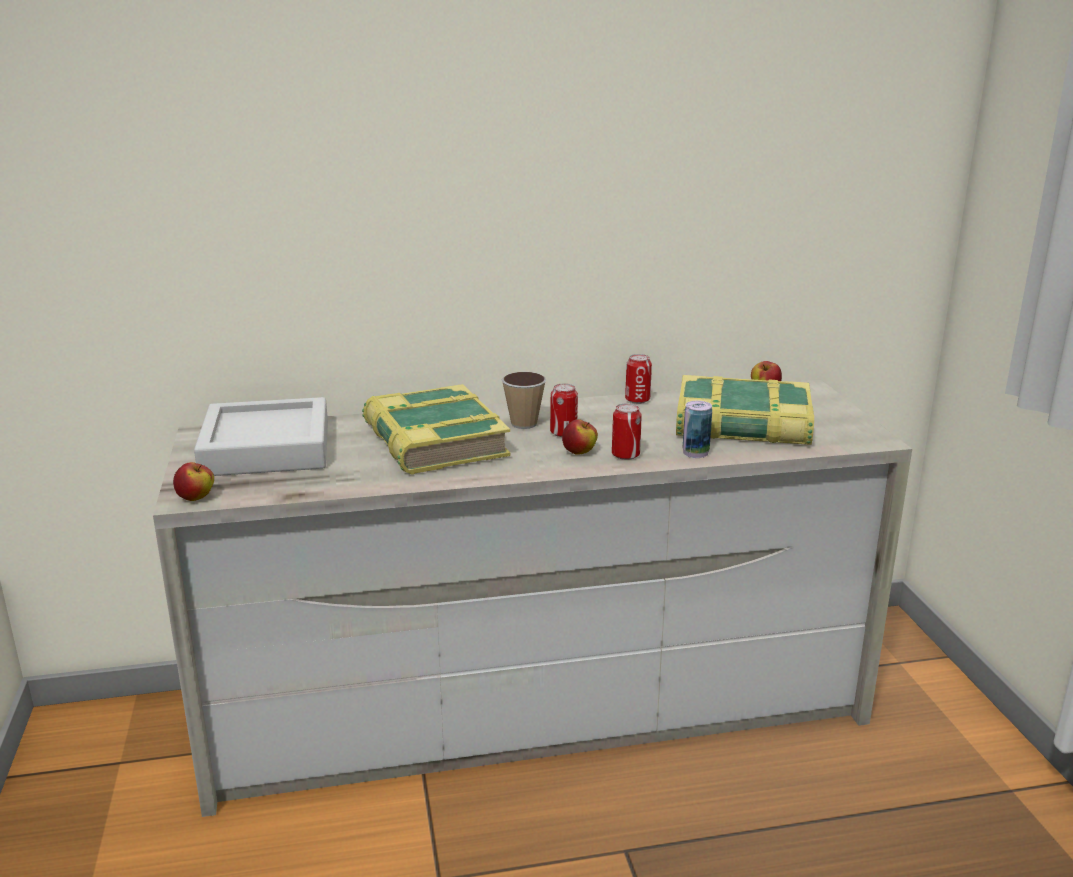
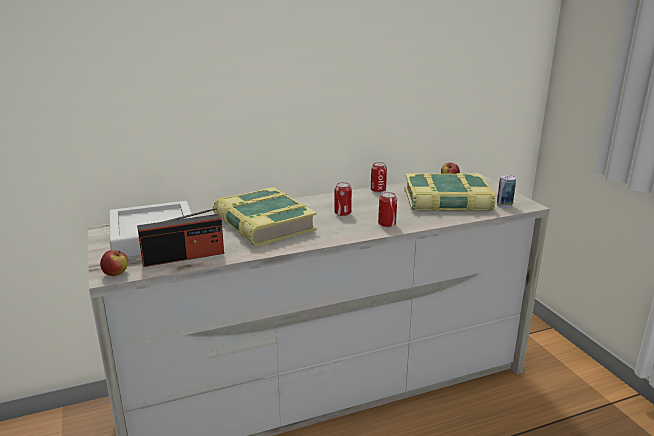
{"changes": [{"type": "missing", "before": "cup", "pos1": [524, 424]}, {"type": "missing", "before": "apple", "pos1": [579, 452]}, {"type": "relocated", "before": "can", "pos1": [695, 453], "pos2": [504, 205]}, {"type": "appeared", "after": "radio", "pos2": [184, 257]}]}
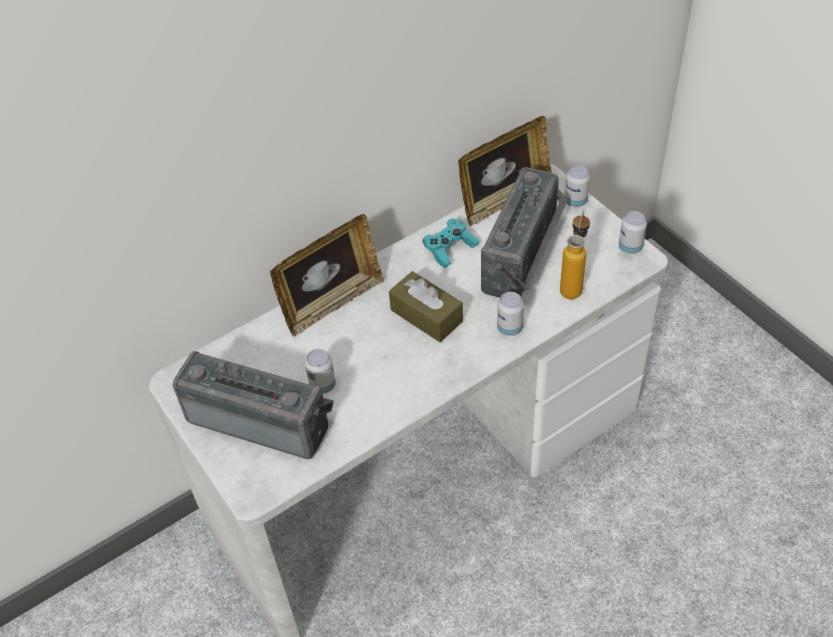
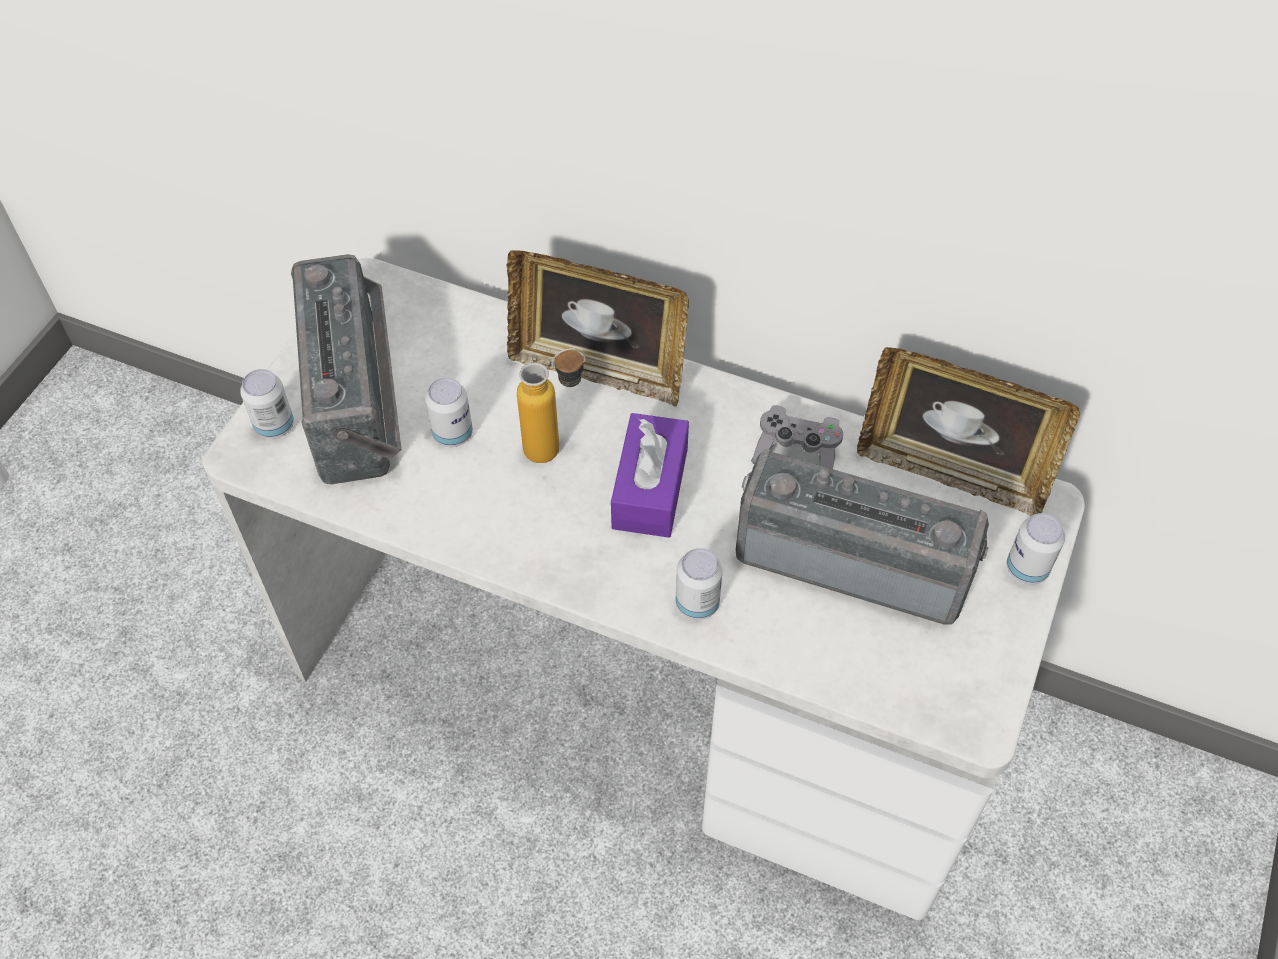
{"changes": [{"type": "colour", "before": "brown tissue box", "after": "purple tissue box", "pos1": [426, 315], "pos2": [650, 488]}, {"type": "colour", "before": "turquoise game controller", "after": "grey game controller", "pos1": [450, 249], "pos2": [796, 453]}, {"type": "spun", "before": "radio", "pos1": [526, 257], "pos2": [854, 557], "turn": -150}, {"type": "relocated", "before": "bottle", "pos1": [572, 285], "pos2": [556, 447]}, {"type": "relocated", "before": "can", "pos1": [630, 247], "pos2": [274, 426]}]}
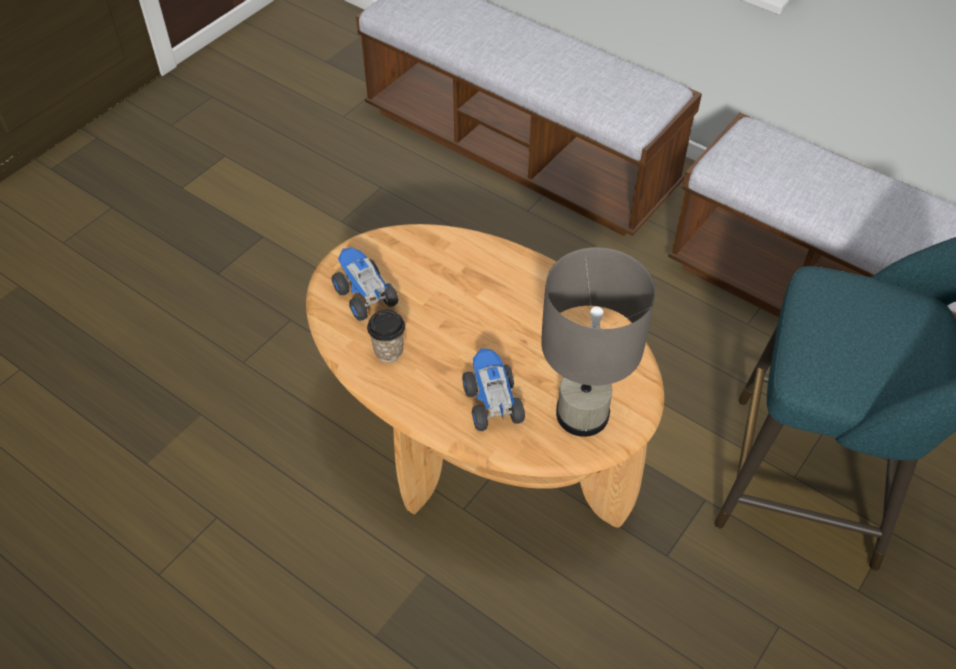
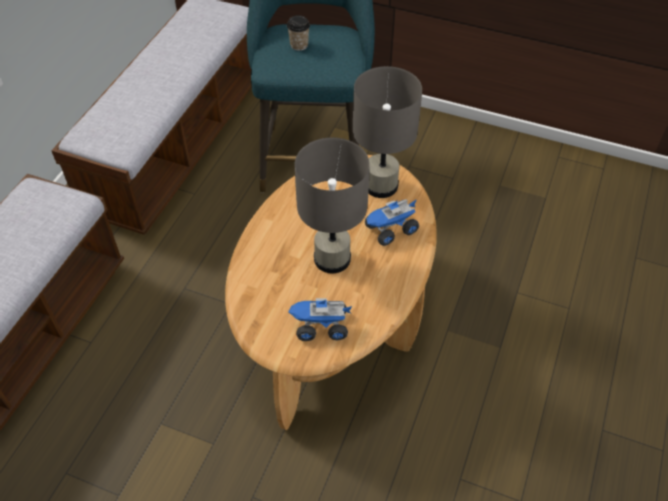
{"changes": [{"type": "spun", "before": "toy truck", "pos1": [364, 296], "pos2": [320, 327], "turn": 45}, {"type": "relocated", "before": "cup", "pos1": [388, 351], "pos2": [299, 45]}, {"type": "appeared", "after": "grey table lamp", "pos2": [331, 259]}]}
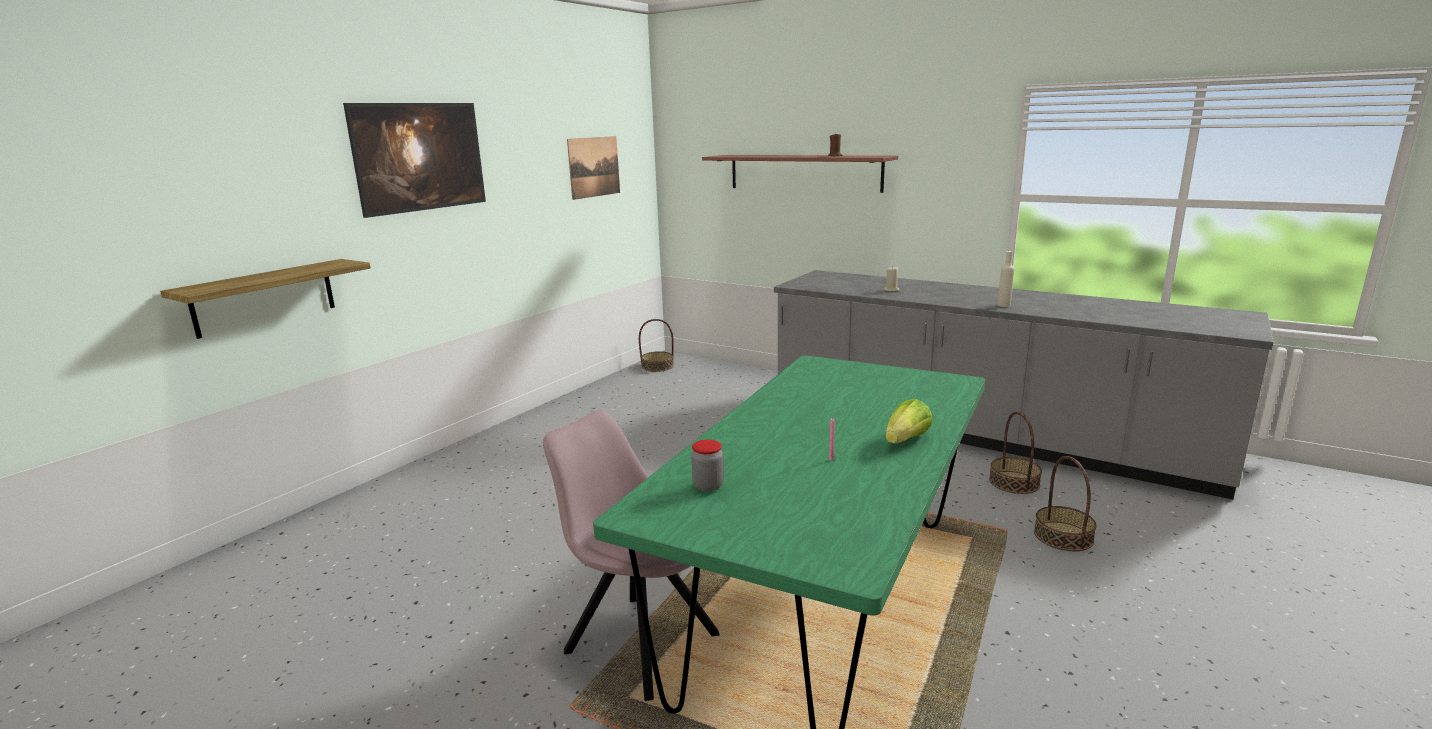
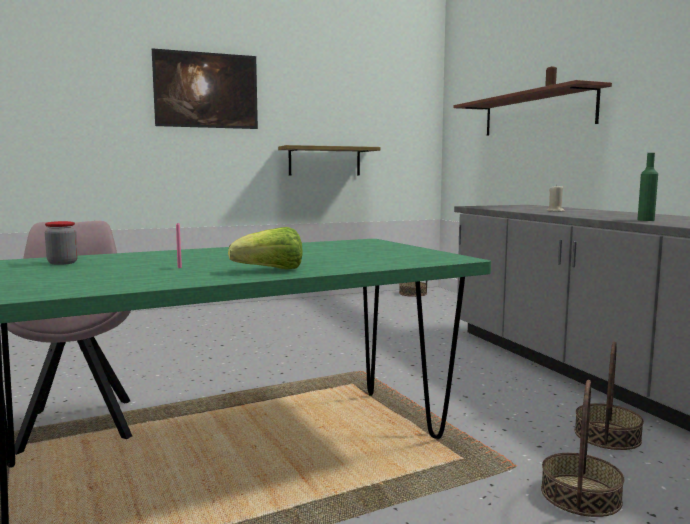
{"changes": [{"type": "relocated", "before": "shelf", "pos1": [264, 297], "pos2": [324, 161]}, {"type": "missing", "before": "picture", "pos1": [594, 167]}, {"type": "colour", "before": "beige bottle", "after": "green bottle", "pos1": [1004, 305], "pos2": [645, 220]}]}
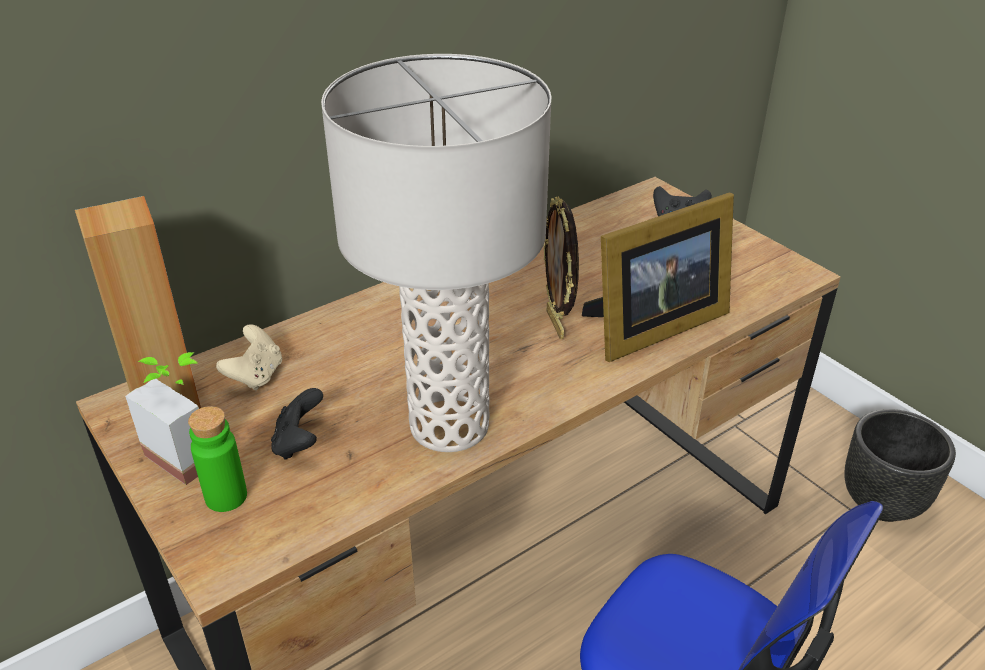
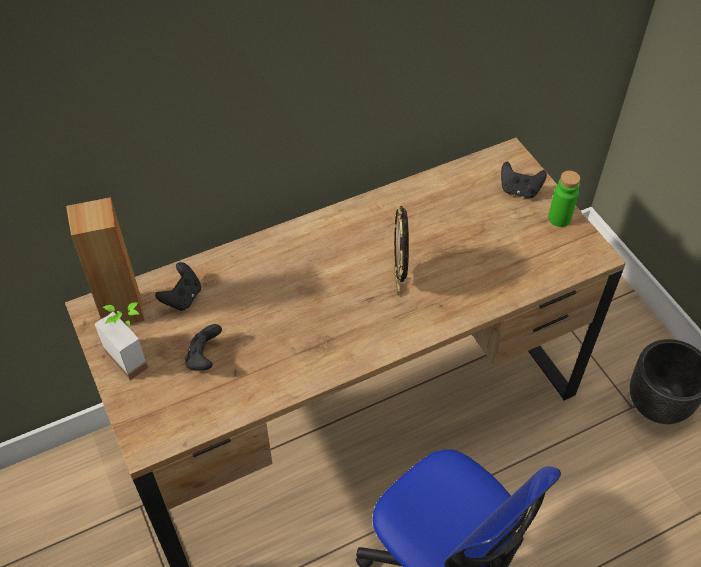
{"changes": [{"type": "relocated", "before": "green bottle", "pos1": [226, 496], "pos2": [559, 218]}, {"type": "colour", "before": "beige game controller", "after": "black game controller", "pos1": [256, 375], "pos2": [182, 297]}, {"type": "missing", "before": "white table lamp", "pos1": [450, 425]}, {"type": "missing", "before": "picture frame", "pos1": [652, 327]}]}
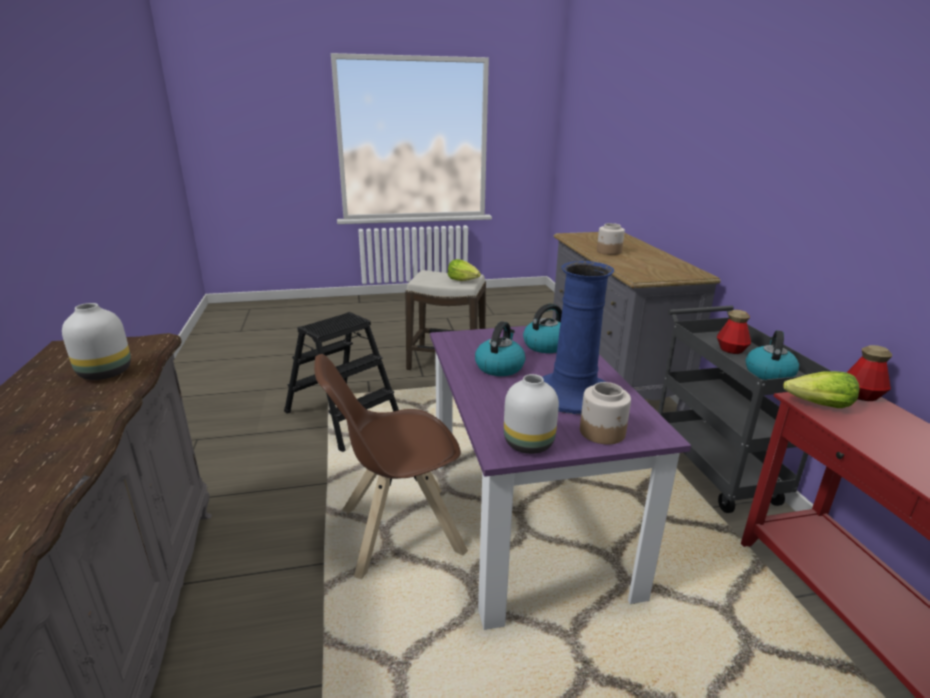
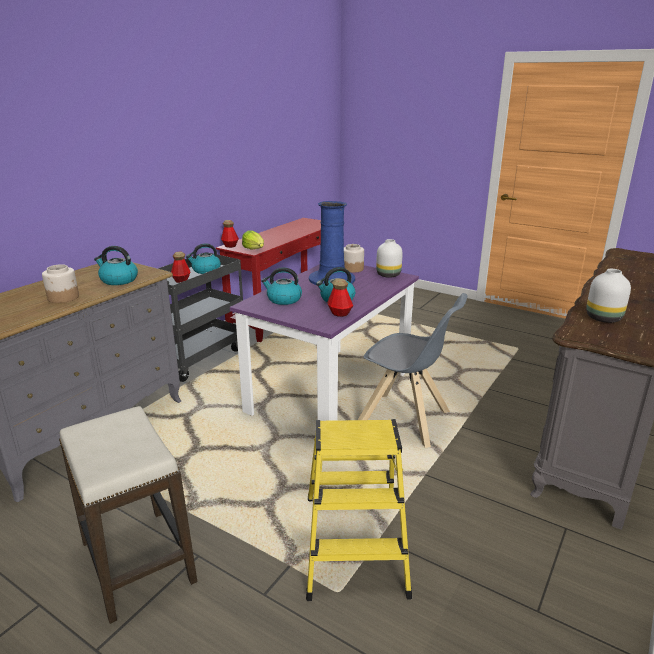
{"changes": [{"type": "colour", "before": "black step ladder", "after": "yellow step ladder", "pos1": [342, 417], "pos2": [354, 542]}, {"type": "colour", "before": "brown chair", "after": "grey chair", "pos1": [397, 531], "pos2": [406, 420]}, {"type": "missing", "before": "lettuce", "pos1": [463, 280]}, {"type": "appeared", "after": "kettle", "pos2": [118, 280]}, {"type": "appeared", "after": "bottle", "pos2": [340, 313]}]}
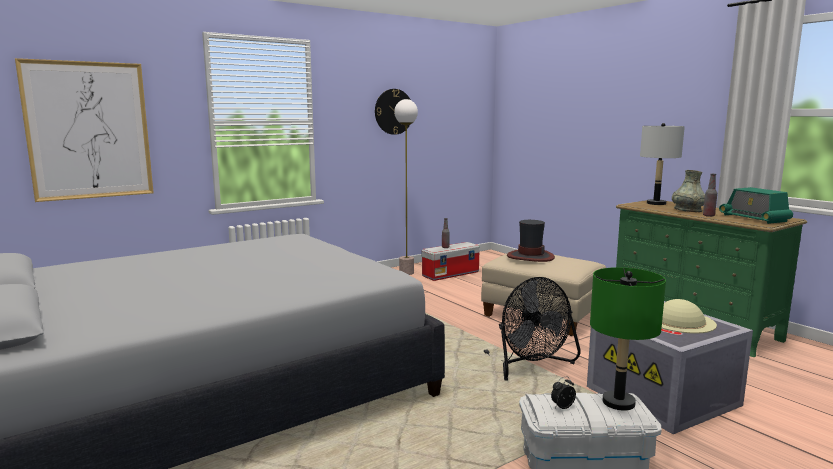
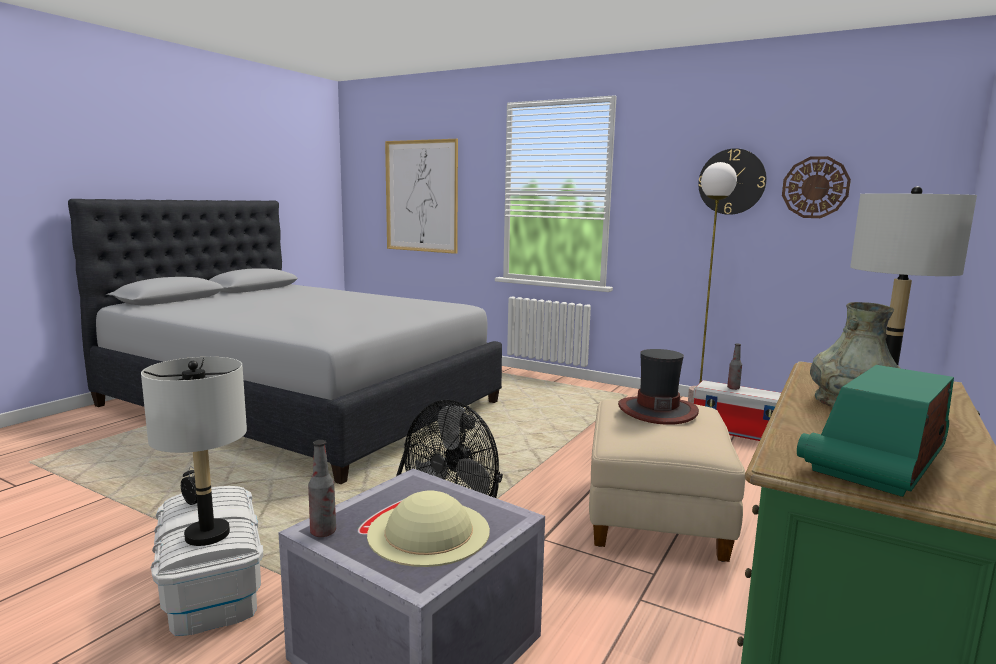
{"changes": [{"type": "colour", "before": "green table lamp", "after": "grey table lamp", "pos1": [619, 402], "pos2": [207, 535]}, {"type": "relocated", "before": "bottle", "pos1": [708, 216], "pos2": [323, 532]}, {"type": "appeared", "after": "wall clock", "pos2": [815, 187]}]}
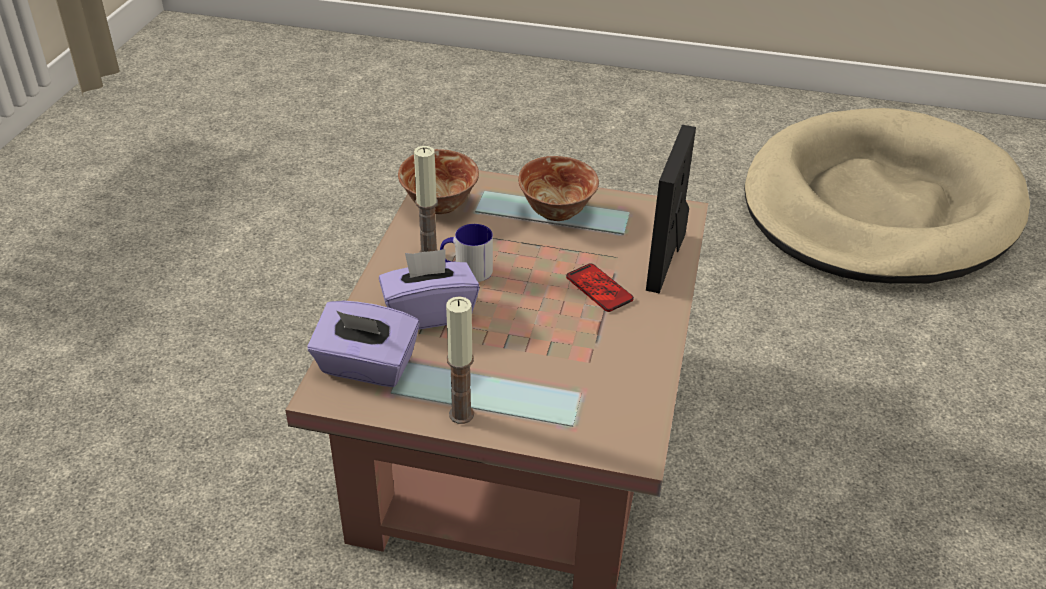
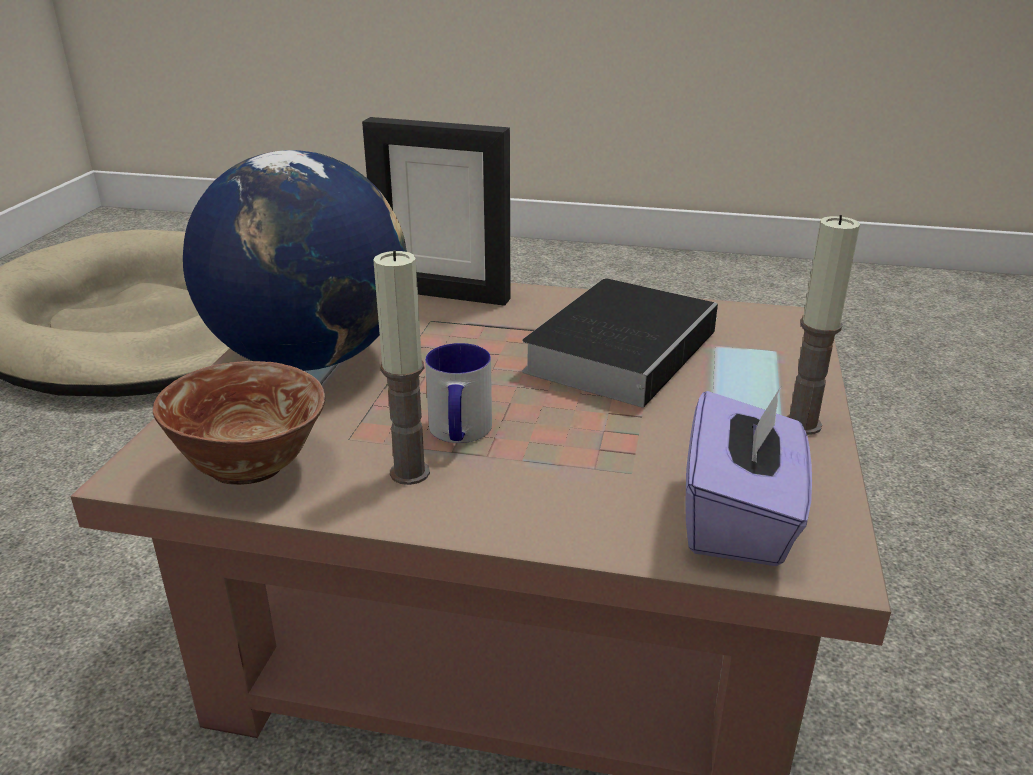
{"changes": [{"type": "missing", "before": "purple tissue box", "pos1": [429, 313]}, {"type": "exchanged", "before": "bowl", "after": "globe", "pos1": [557, 212], "pos2": [310, 357]}, {"type": "missing", "before": "phone", "pos1": [599, 288]}, {"type": "appeared", "after": "book", "pos2": [622, 348]}]}
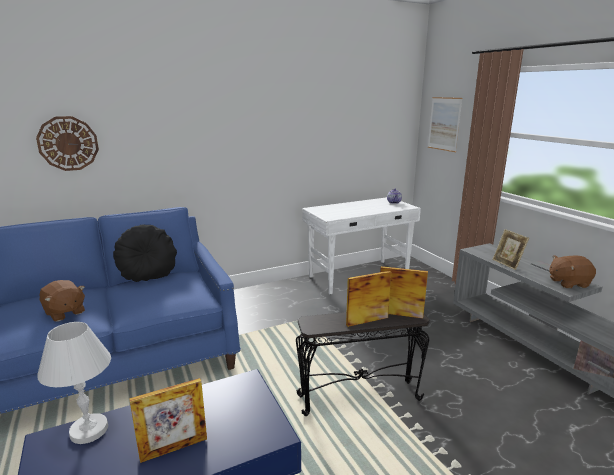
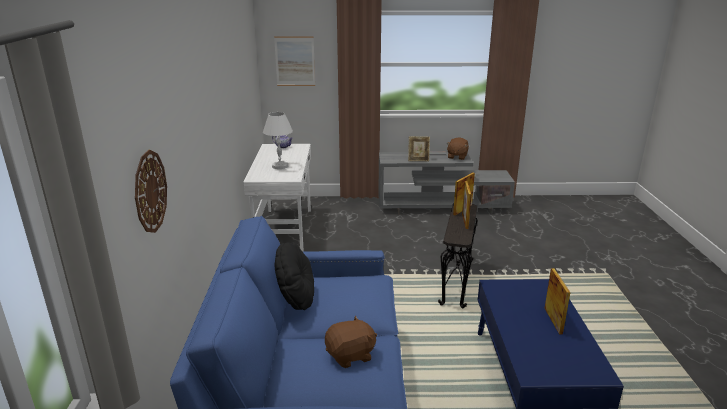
{"changes": [{"type": "relocated", "before": "white table lamp", "pos1": [89, 430], "pos2": [280, 166]}]}
